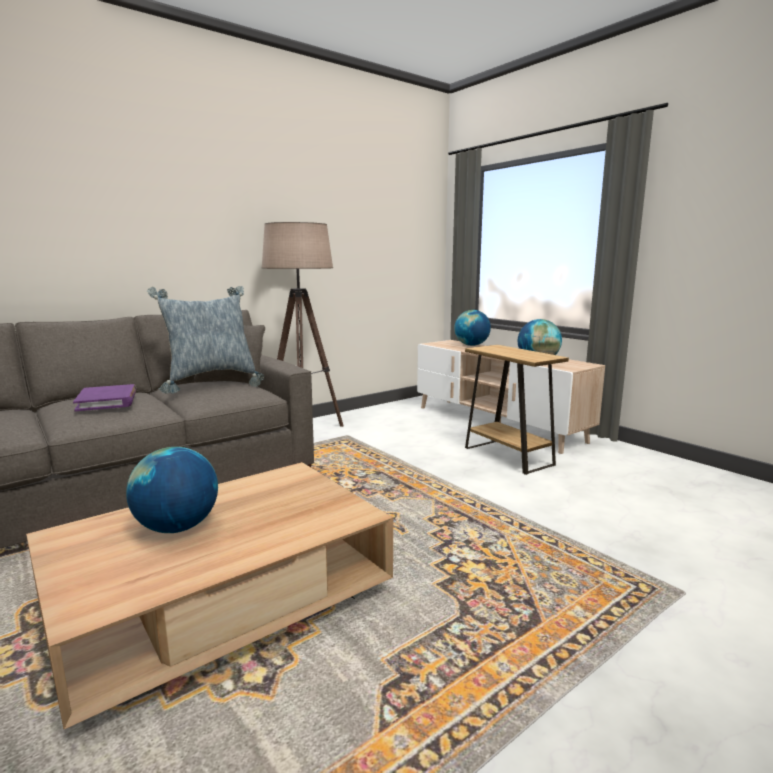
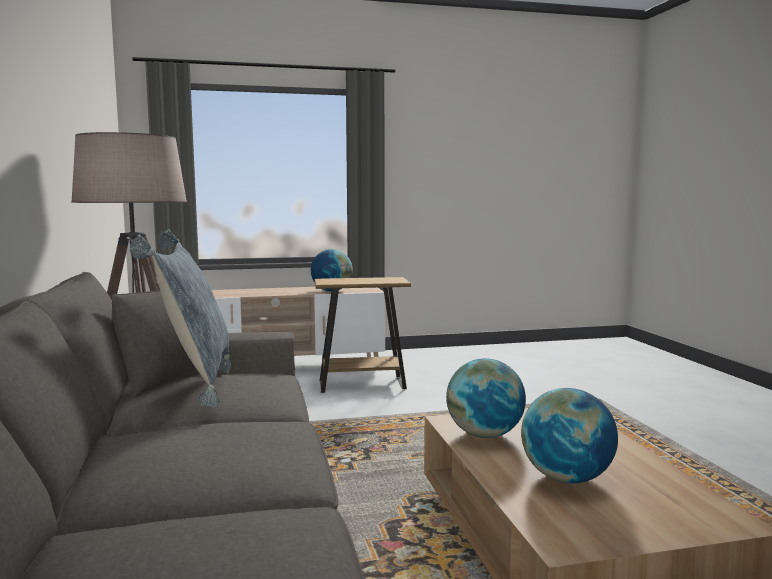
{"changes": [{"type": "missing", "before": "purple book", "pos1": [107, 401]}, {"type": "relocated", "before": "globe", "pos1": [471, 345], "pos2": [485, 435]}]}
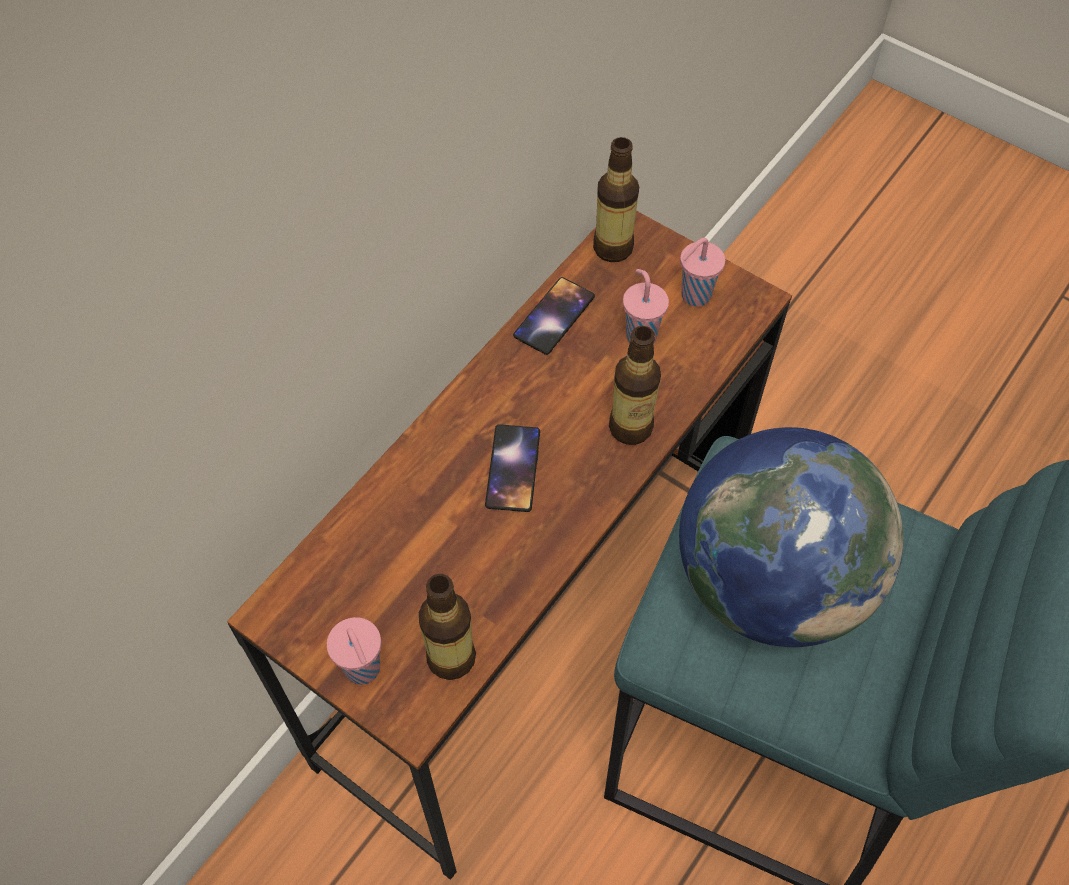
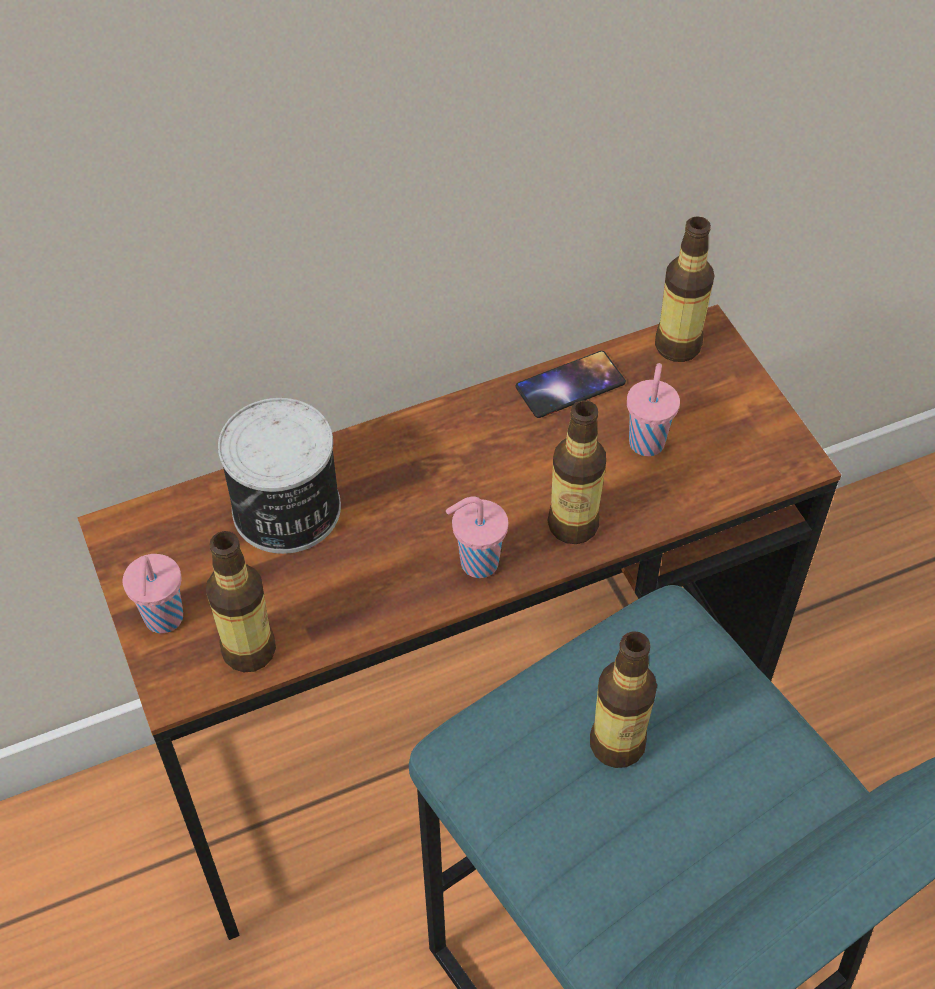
{"changes": [{"type": "missing", "before": "phone", "pos1": [513, 468]}, {"type": "exchanged", "before": "globe", "after": "bottle", "pos1": [770, 581], "pos2": [617, 744]}, {"type": "relocated", "before": "pink cup", "pos1": [694, 296], "pos2": [476, 563]}, {"type": "appeared", "after": "can", "pos2": [286, 511]}]}
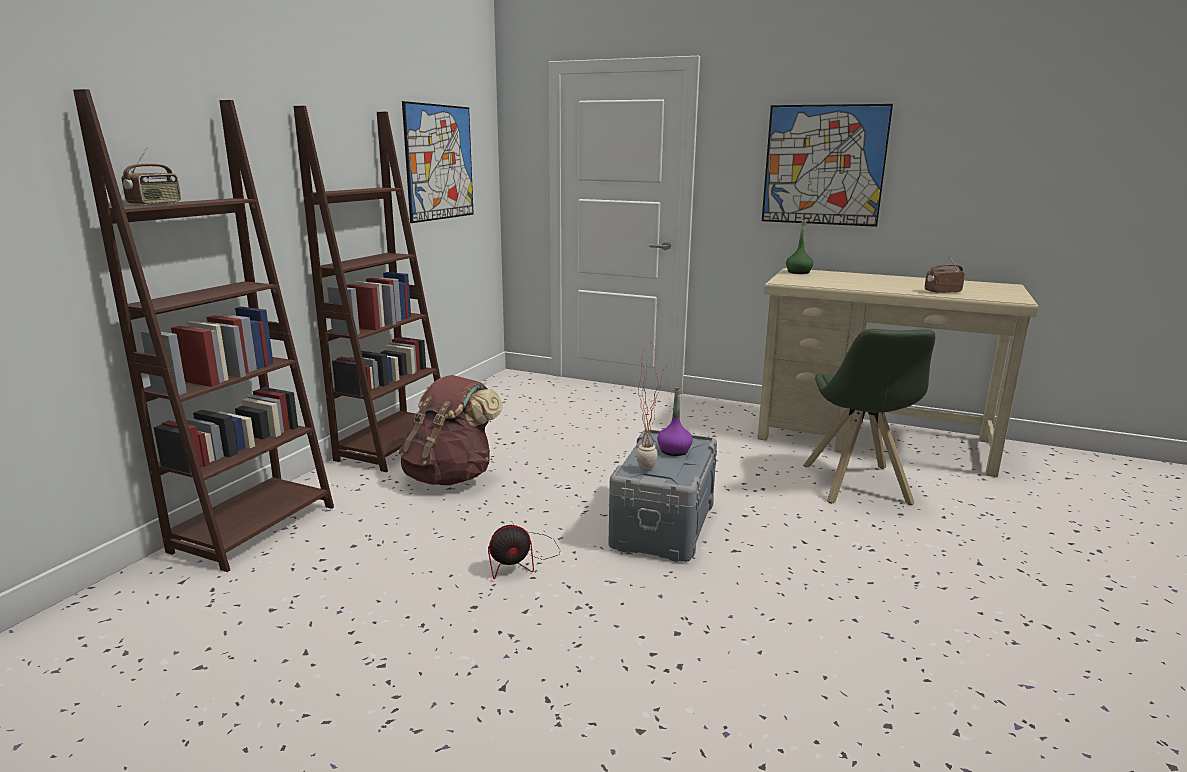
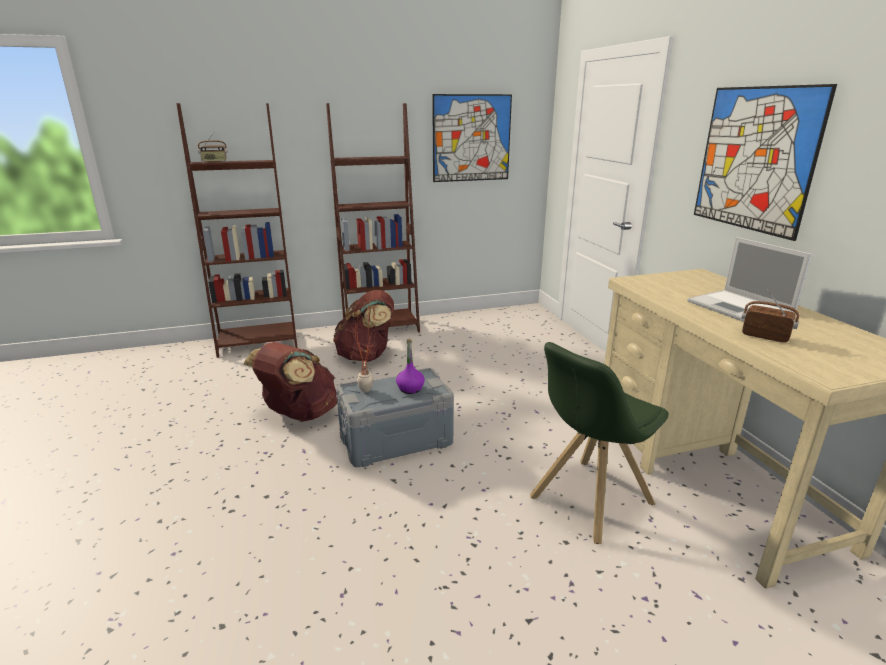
{"changes": [{"type": "exchanged", "before": "fan", "after": "brown backpack", "pos1": [521, 559], "pos2": [299, 414]}, {"type": "missing", "before": "green bottle", "pos1": [798, 272]}, {"type": "appeared", "after": "laptop", "pos2": [741, 308]}]}
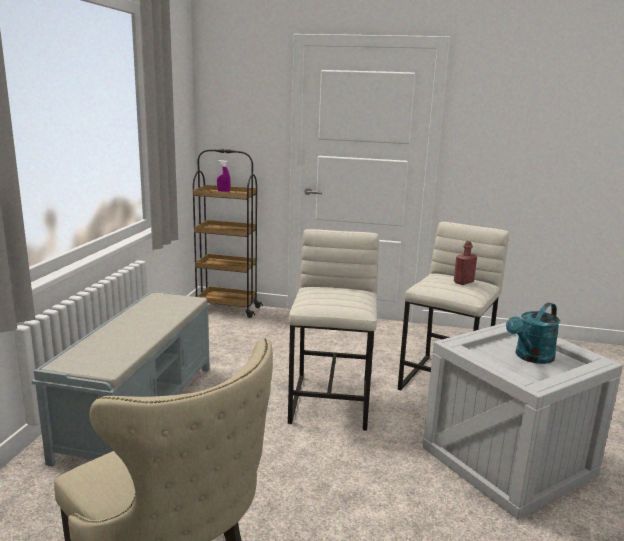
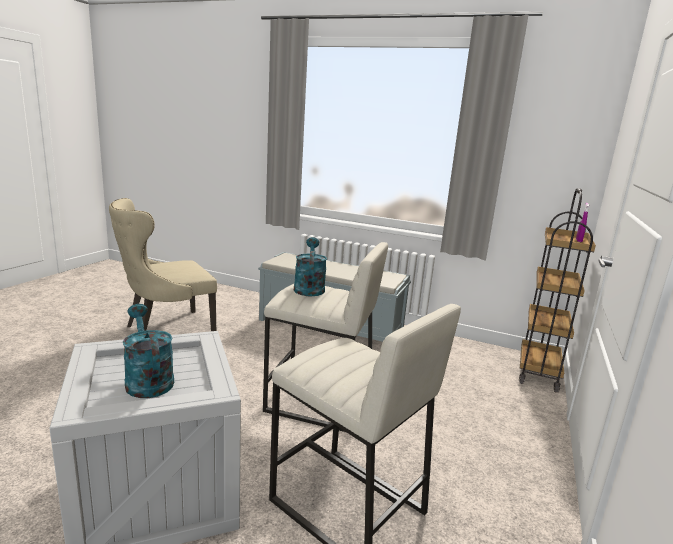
{"changes": [{"type": "missing", "before": "red bottle", "pos1": [463, 282]}, {"type": "appeared", "after": "turquoise watering can", "pos2": [309, 288]}]}
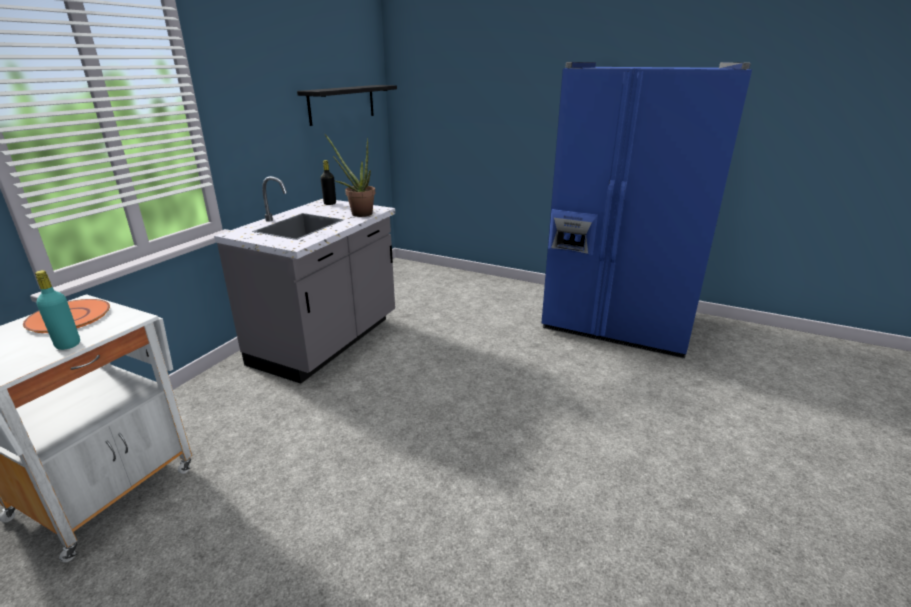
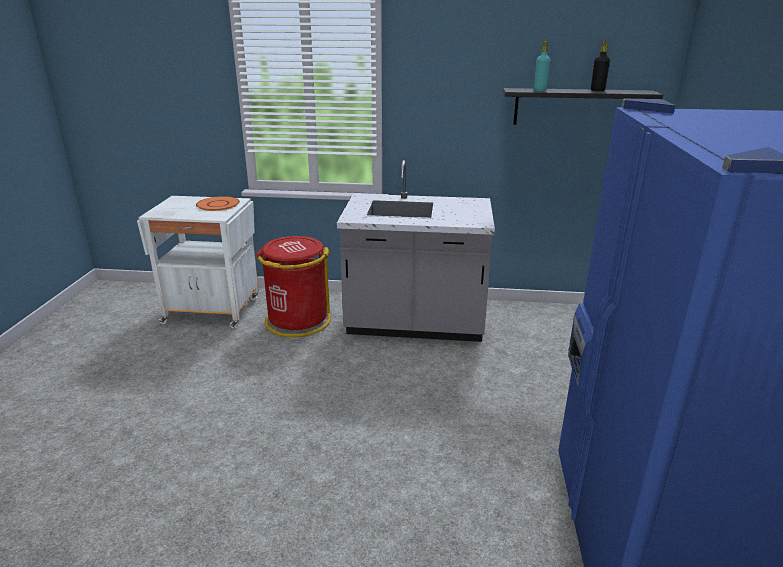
{"changes": [{"type": "relocated", "before": "turquoise bottle", "pos1": [68, 344], "pos2": [540, 90]}, {"type": "relocated", "before": "black bottle", "pos1": [330, 203], "pos2": [597, 90]}, {"type": "missing", "before": "potted plant", "pos1": [358, 213]}, {"type": "appeared", "after": "red trash can", "pos2": [297, 321]}]}
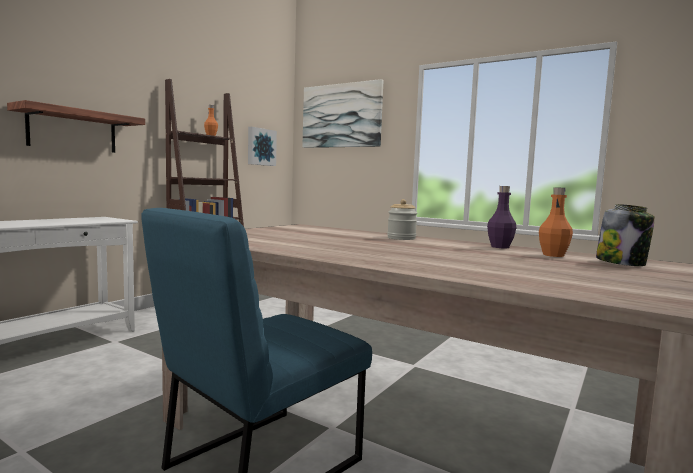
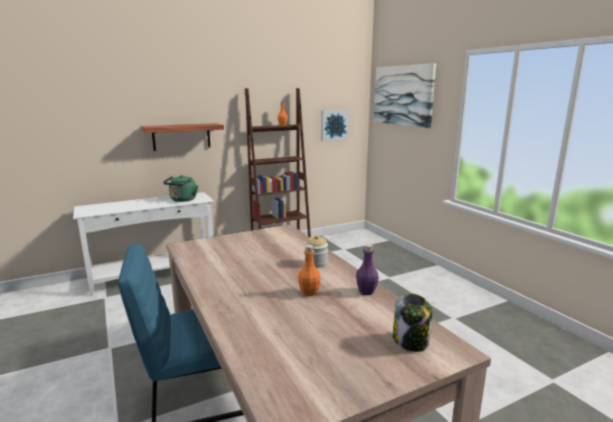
{"changes": [{"type": "relocated", "before": "orange bottle", "pos1": [553, 255], "pos2": [309, 293]}, {"type": "appeared", "after": "green kettle", "pos2": [182, 200]}]}
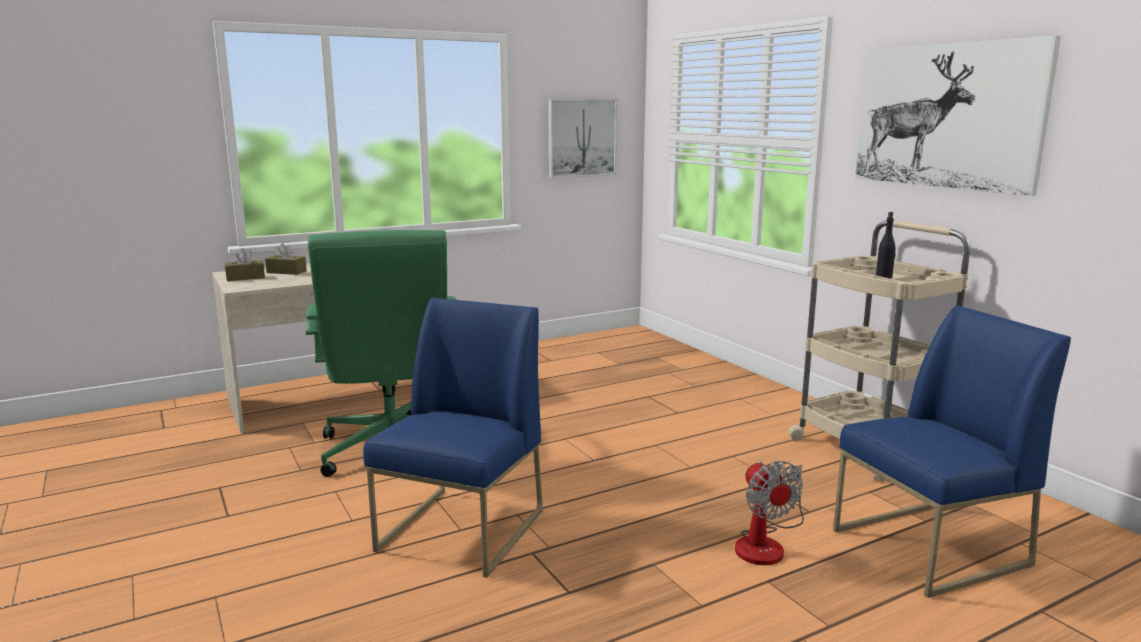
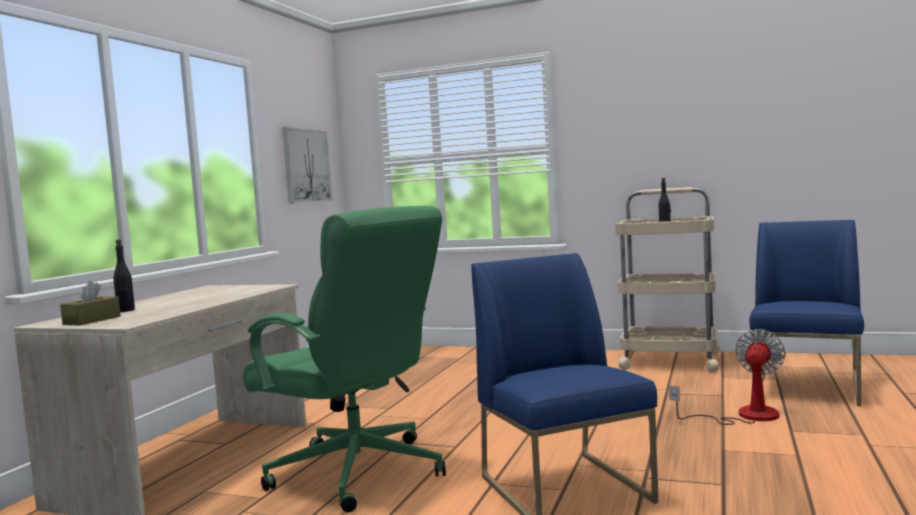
{"changes": [{"type": "exchanged", "before": "brown tissue box", "after": "black bottle", "pos1": [286, 272], "pos2": [126, 310]}, {"type": "spun", "before": "fan", "pos1": [766, 543], "pos2": [744, 416], "turn": -90}, {"type": "missing", "before": "picture", "pos1": [947, 116]}]}
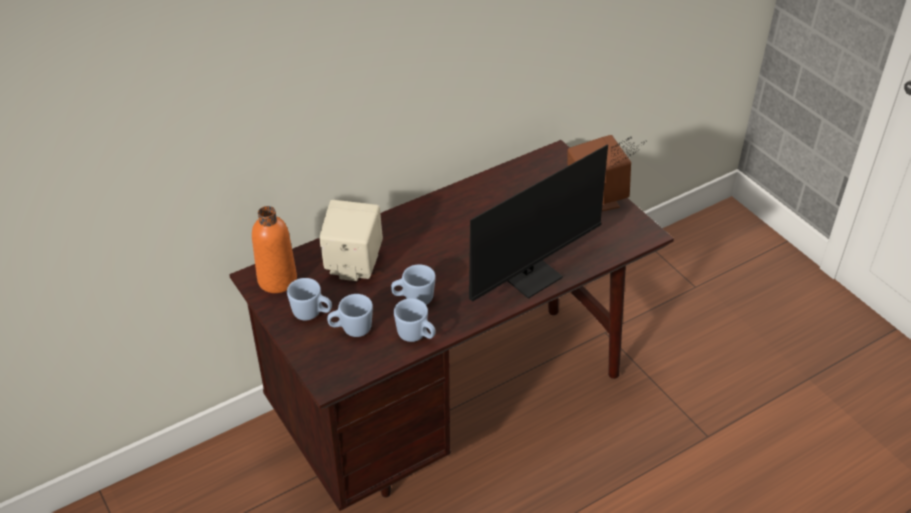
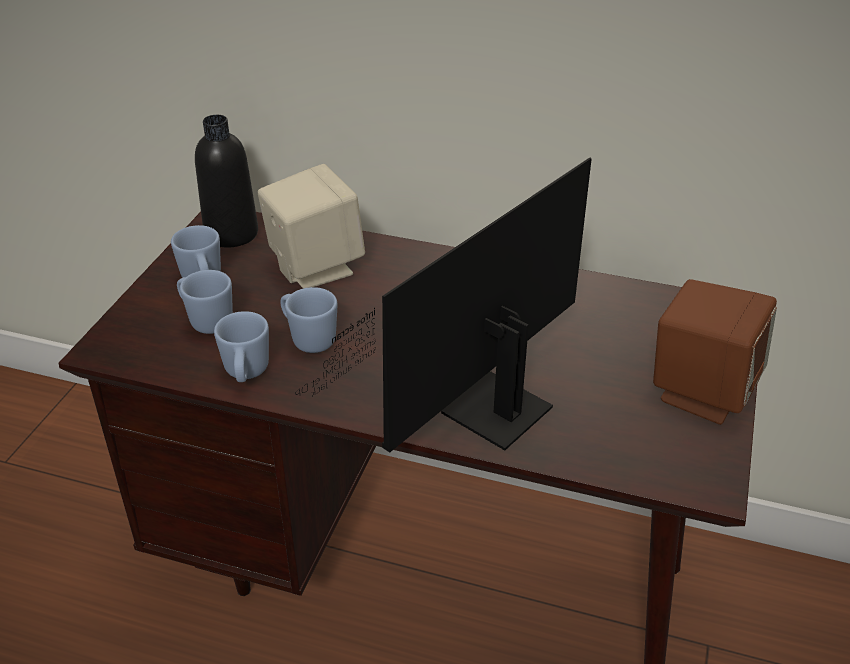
{"changes": [{"type": "colour", "before": "orange bottle", "after": "black bottle", "pos1": [277, 280], "pos2": [231, 234]}, {"type": "spun", "before": "monitor", "pos1": [538, 272], "pos2": [484, 416], "turn": 120}]}
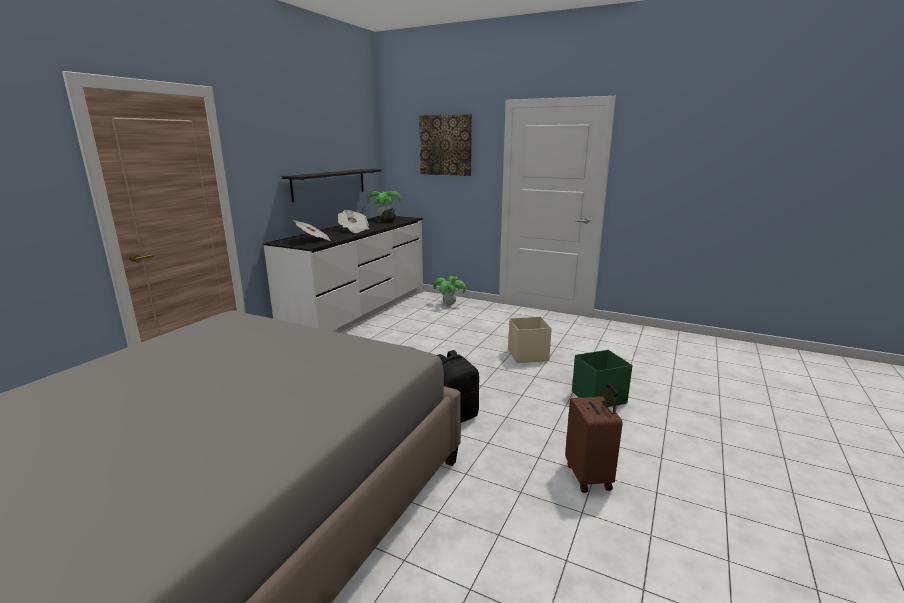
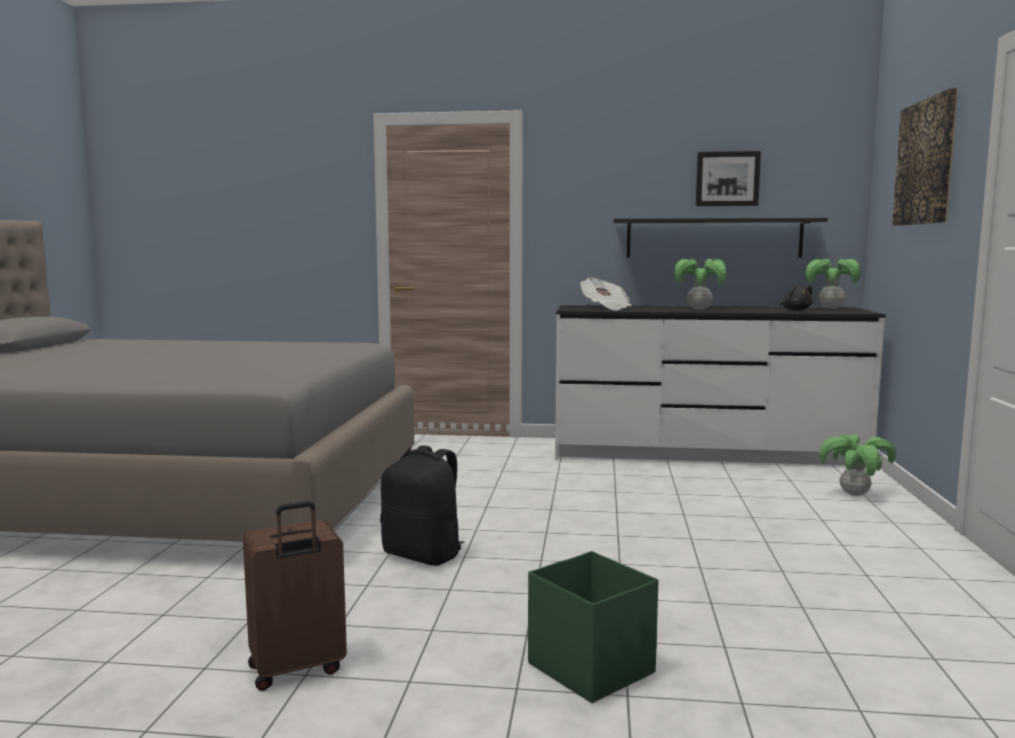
{"changes": [{"type": "exchanged", "before": "newspaper", "after": "potted plant", "pos1": [354, 230], "pos2": [699, 309]}, {"type": "missing", "before": "beige storage box", "pos1": [527, 355]}, {"type": "appeared", "after": "picture", "pos2": [727, 179]}]}
